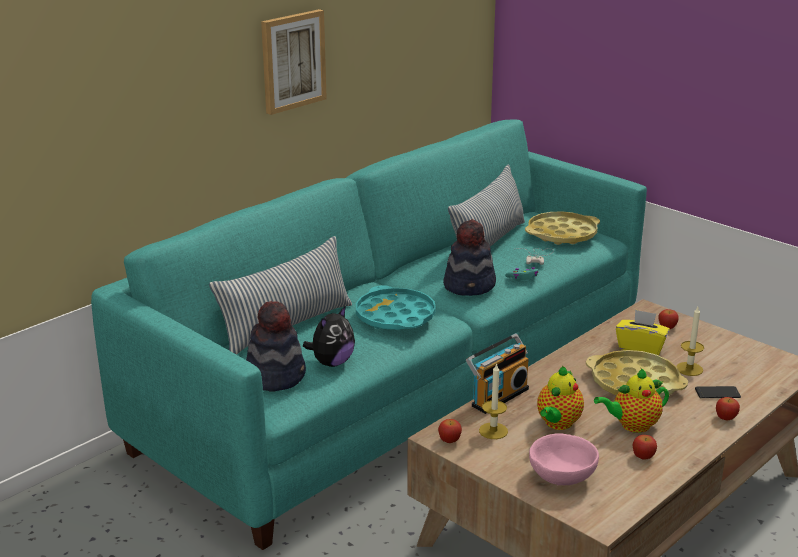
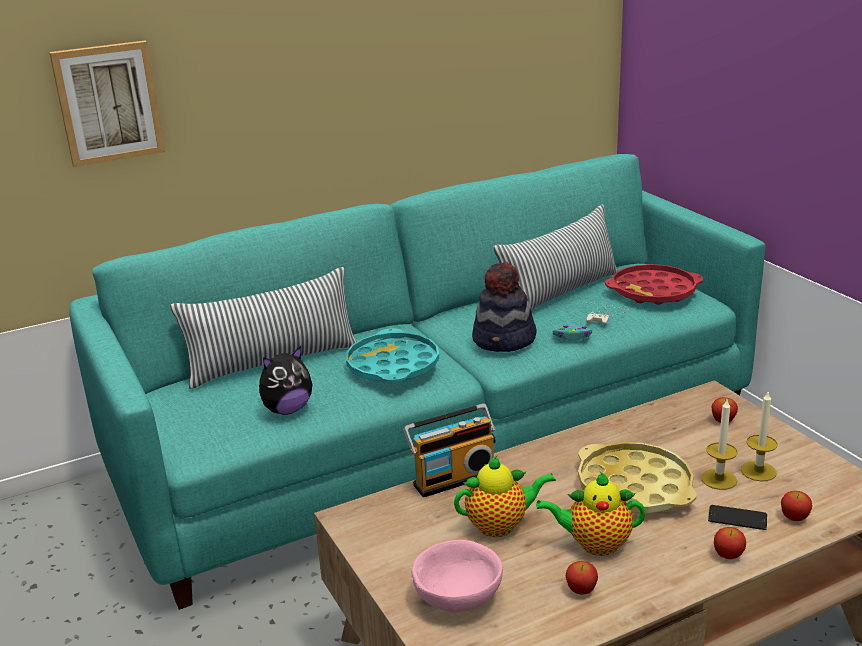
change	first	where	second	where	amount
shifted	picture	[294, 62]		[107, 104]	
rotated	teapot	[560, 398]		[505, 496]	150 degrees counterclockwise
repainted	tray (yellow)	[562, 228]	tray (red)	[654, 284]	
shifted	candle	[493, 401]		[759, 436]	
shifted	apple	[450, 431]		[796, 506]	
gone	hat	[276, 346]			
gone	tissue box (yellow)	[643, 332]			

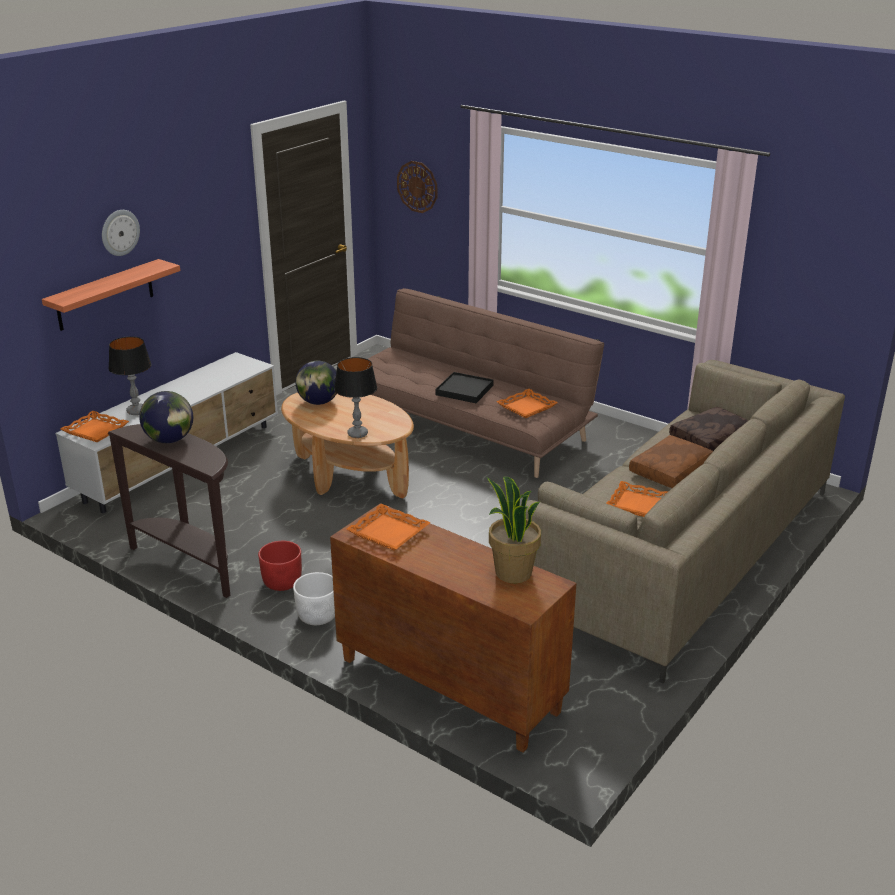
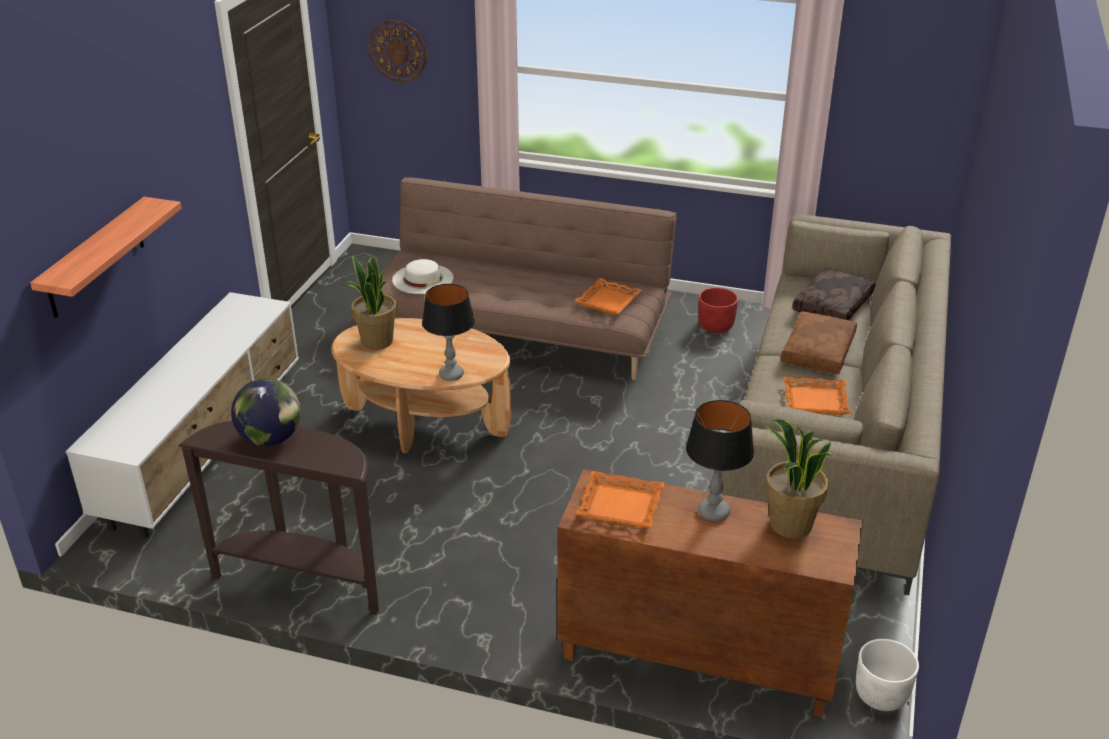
change	first	where	second	where	amount
swapped	globe	[316, 383]	potted plant	[369, 302]	
new			hat (white)	[422, 276]	
shifted	table lamp	[130, 375]		[720, 460]	
shifted	planter (red)	[280, 566]		[718, 310]	
shifted	planter (white)	[314, 598]		[887, 675]	
gone	tray (orange)	[95, 426]			
gone	wall clock	[121, 233]			
gone	tray (black)	[464, 387]			

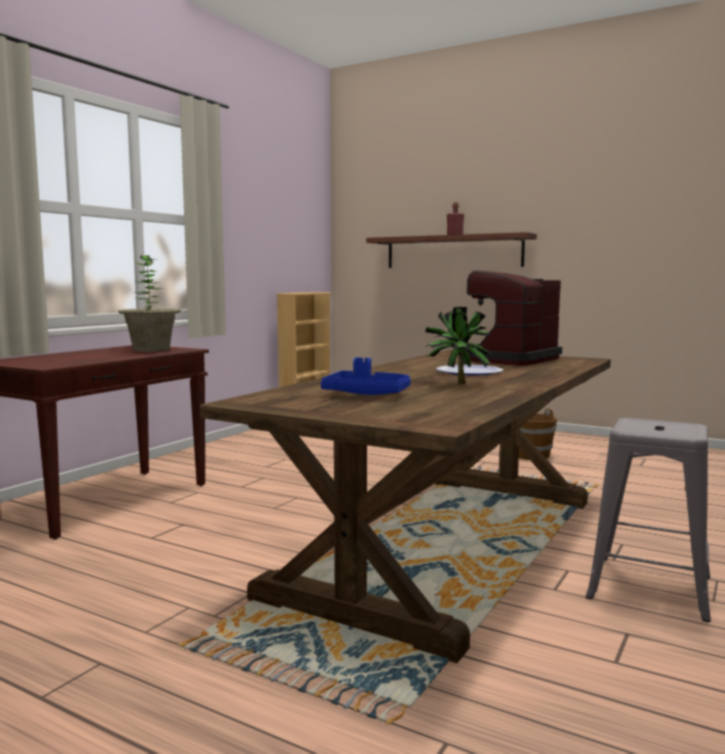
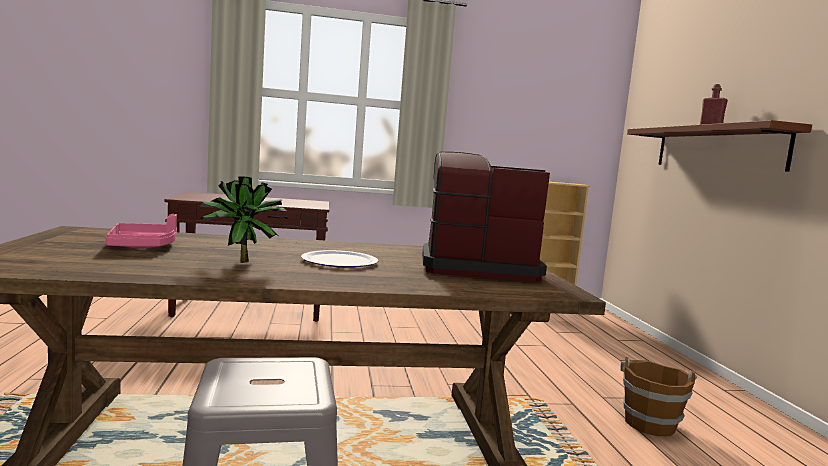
change	first	where	second	where	amount
repainted	tray (blue)	[366, 376]	tray (pink)	[141, 231]	
gone	potted plant	[149, 303]			

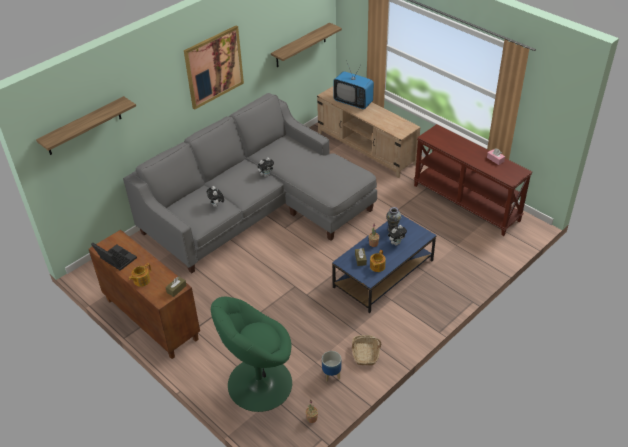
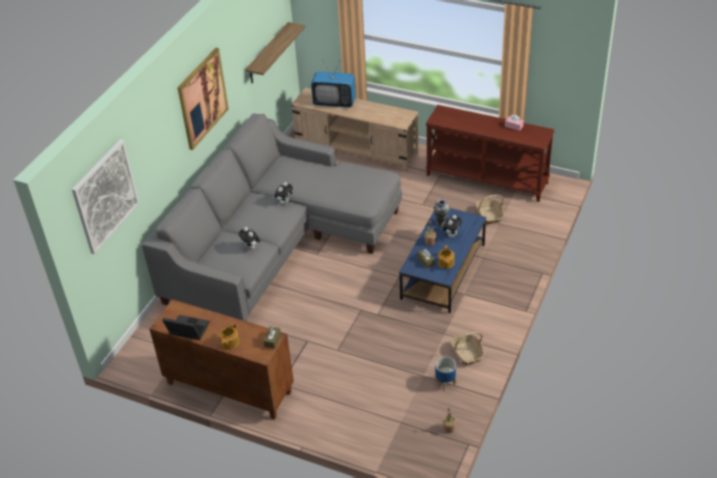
change	first	where	second	where	amount
swapped	shelf	[86, 125]	picture	[105, 196]	
new			basket	[489, 209]	
gone	armchair (green)	[251, 354]			

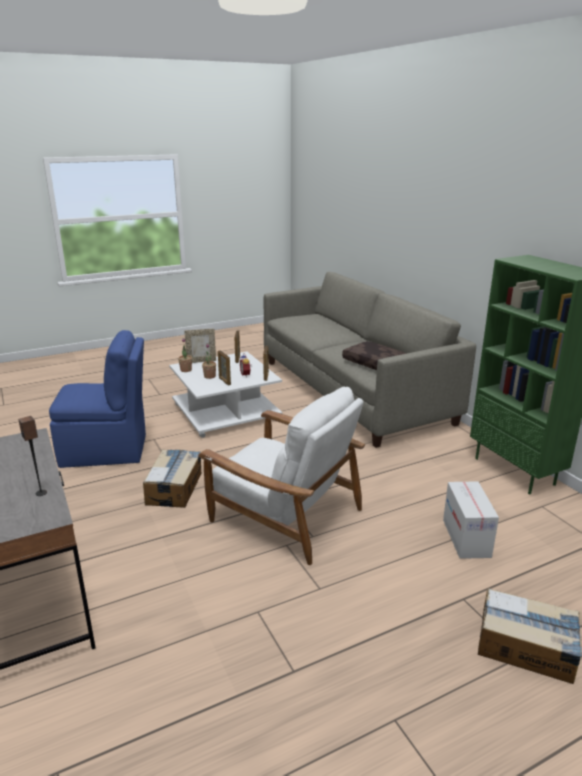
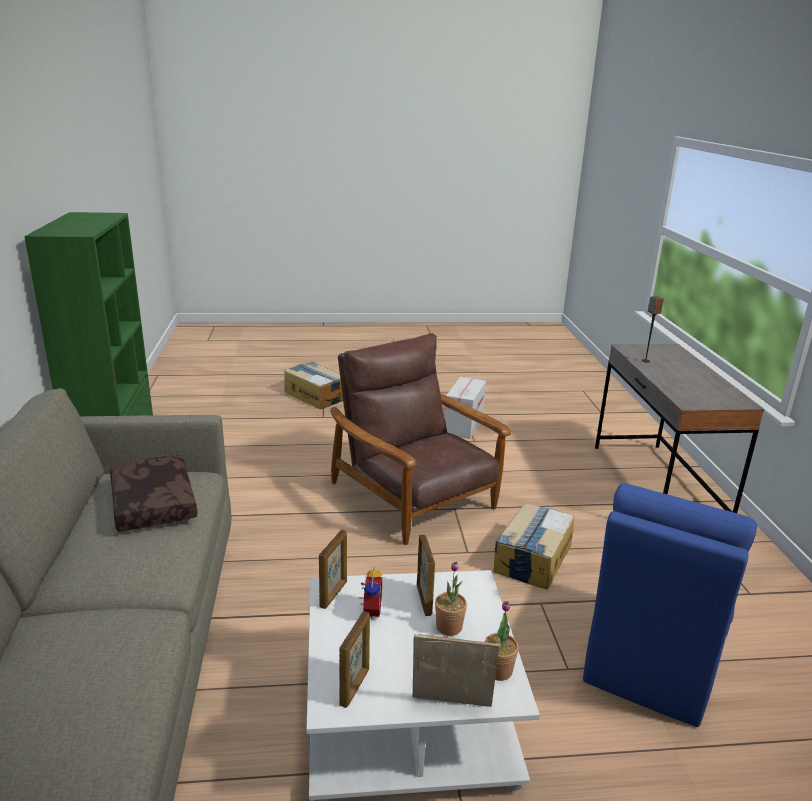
change	first	where	second	where	amount
repainted	armchair (white)	[281, 476]	armchair (brown)	[420, 439]	
shifted	cardboard box	[471, 520]		[465, 408]	
rotated	chair (blue)	[97, 399]		[670, 605]	75 degrees counterclockwise

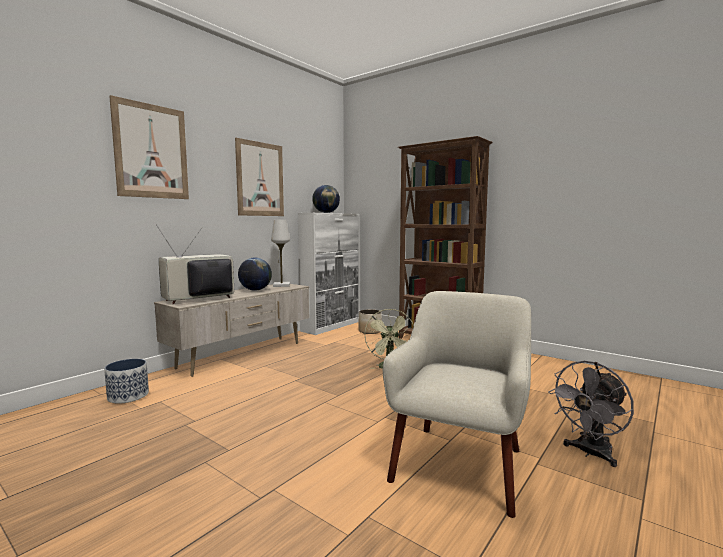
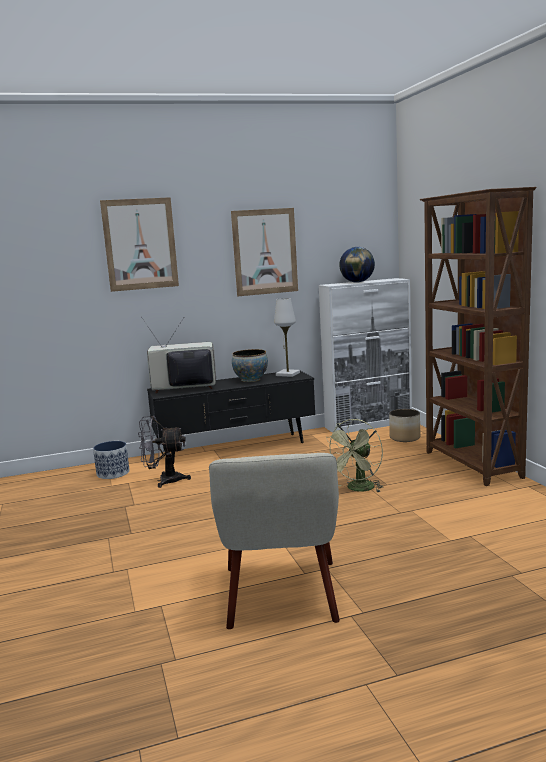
change	first	where	second	where	amount
shifted	fan (grey)	[591, 414]		[164, 452]	
repainted	tv stand (beige)	[231, 330]	tv stand (black)	[231, 417]	
rotated	armchair (beige)	[457, 404]		[274, 541]	120 degrees clockwise
swapped	globe	[255, 274]	bowl	[250, 365]	

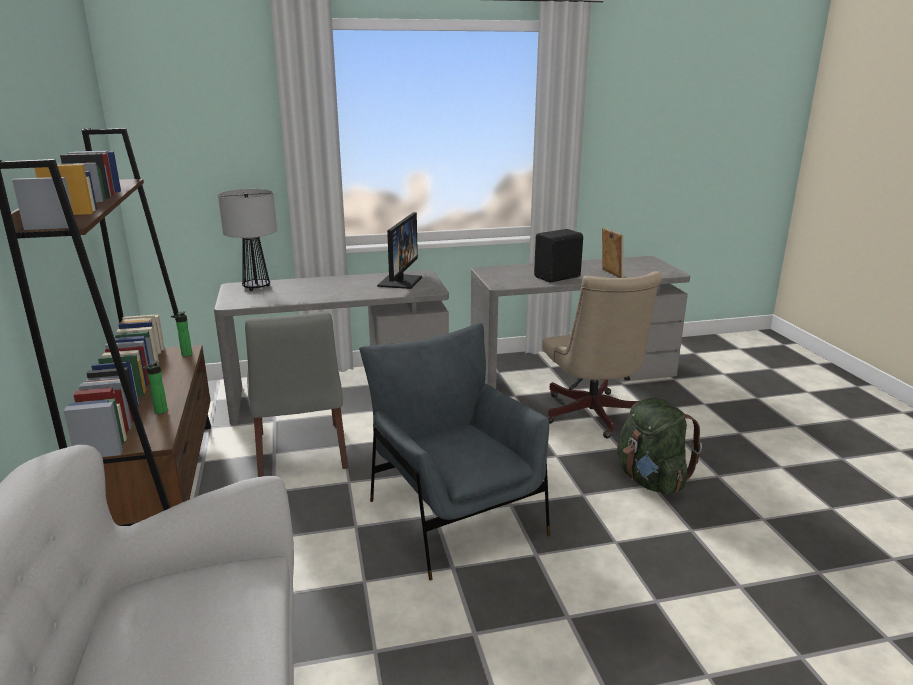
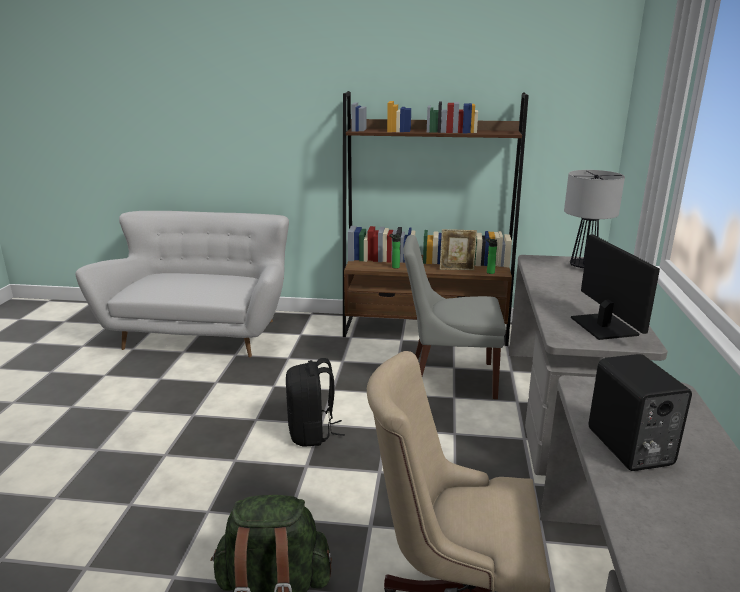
change	first	where	second	where	amount
swapped	armchair (grey)	[454, 451]	backpack (black)	[315, 402]	
shifted	picture frame	[612, 253]		[458, 249]	
rotated	monitor	[399, 250]		[615, 287]	135 degrees counterclockwise

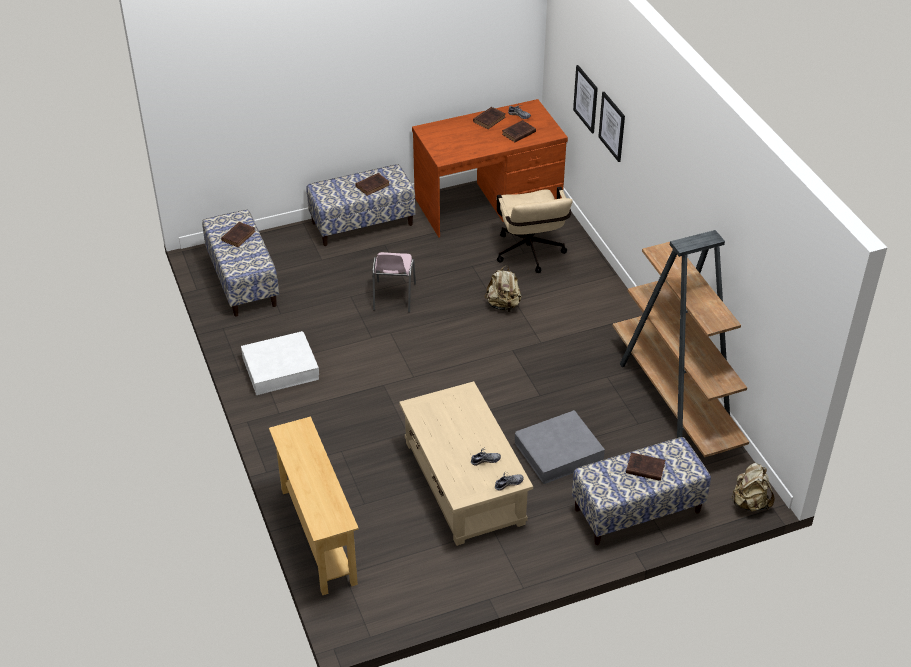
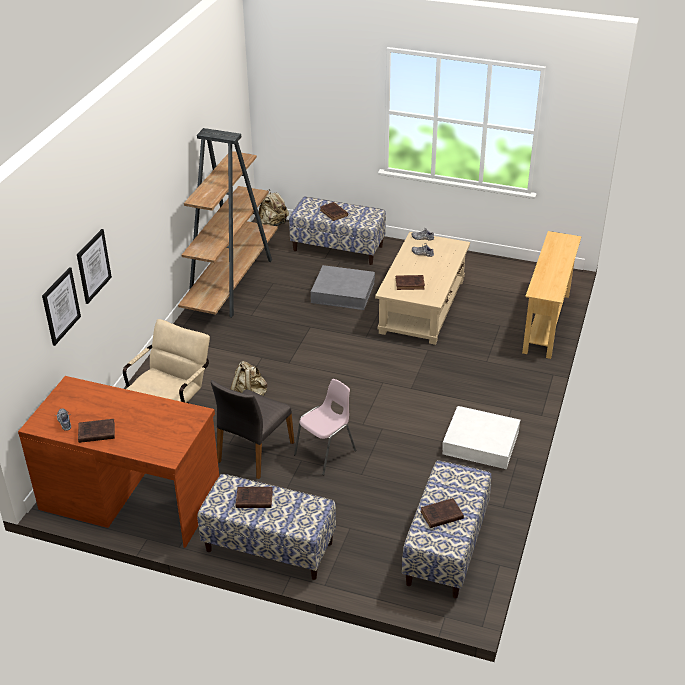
change	first	where	second	where	amount
new			chair (grey)	[252, 429]	
shifted	book (brown)	[519, 131]		[410, 282]	

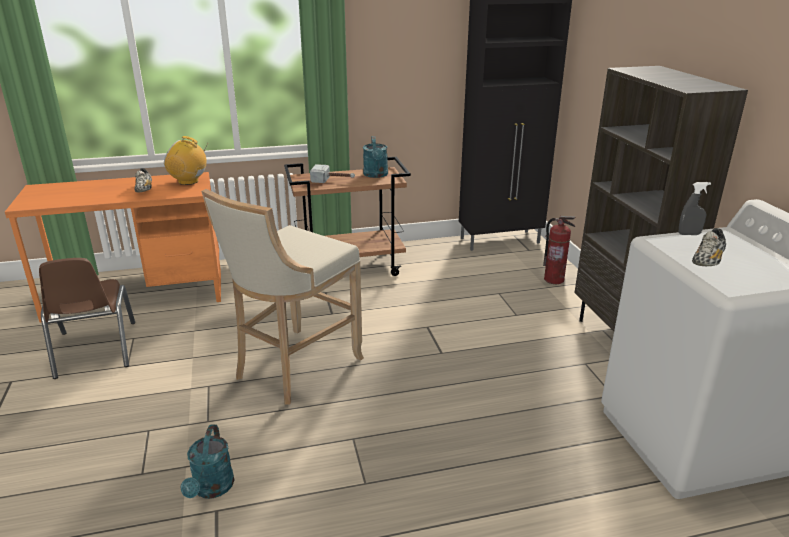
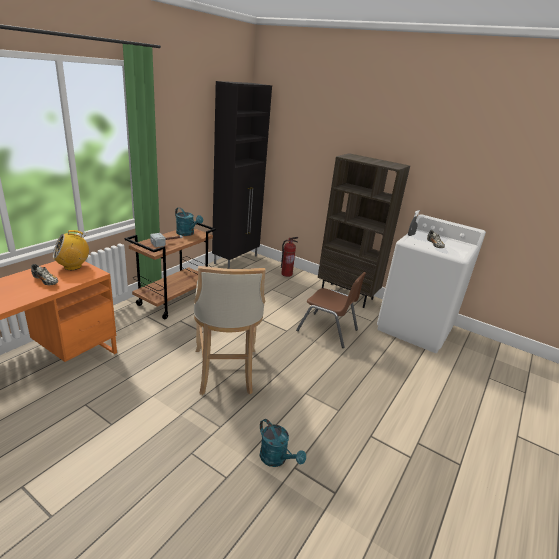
change	first	where	second	where	amount
shifted	chair (brown)	[87, 318]		[331, 310]	

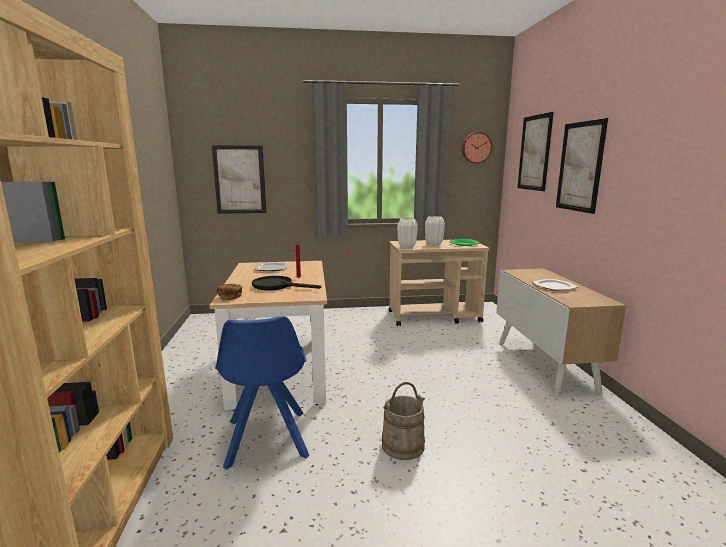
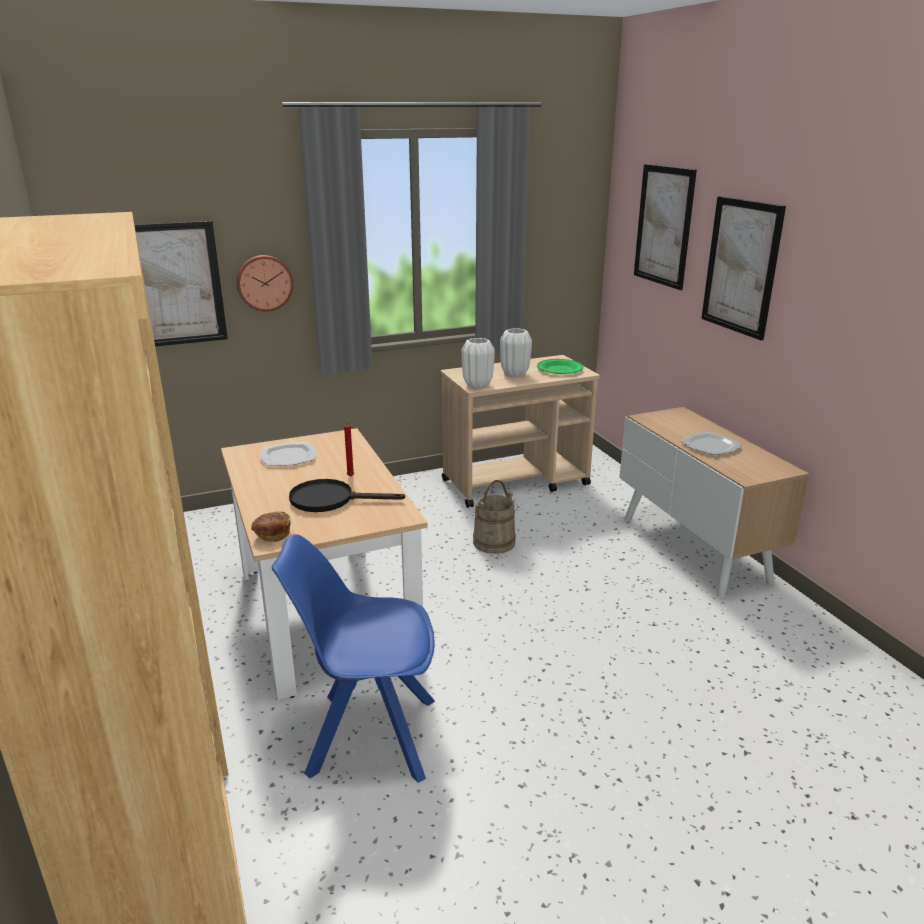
change	first	where	second	where	amount
shifted	wall clock	[477, 148]		[264, 283]	
rotated	chair (blue)	[262, 393]		[353, 658]	120 degrees clockwise
shifted	bucket (beige)	[403, 421]		[494, 517]	

